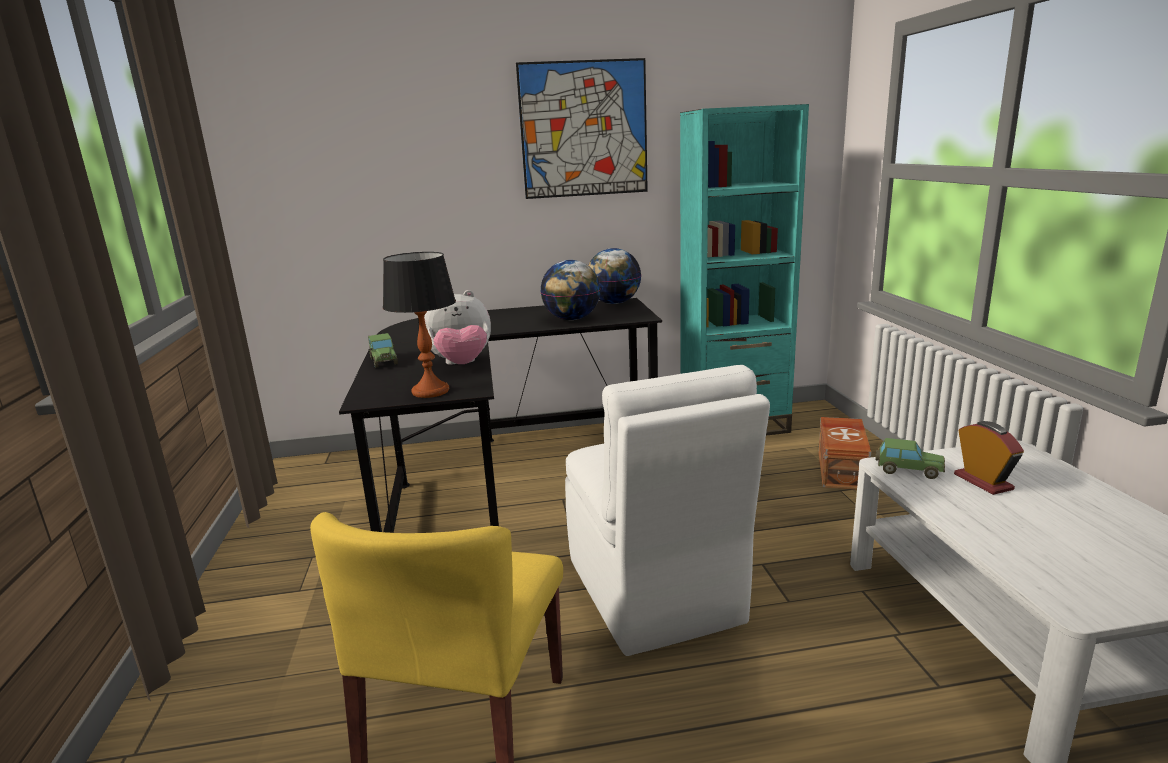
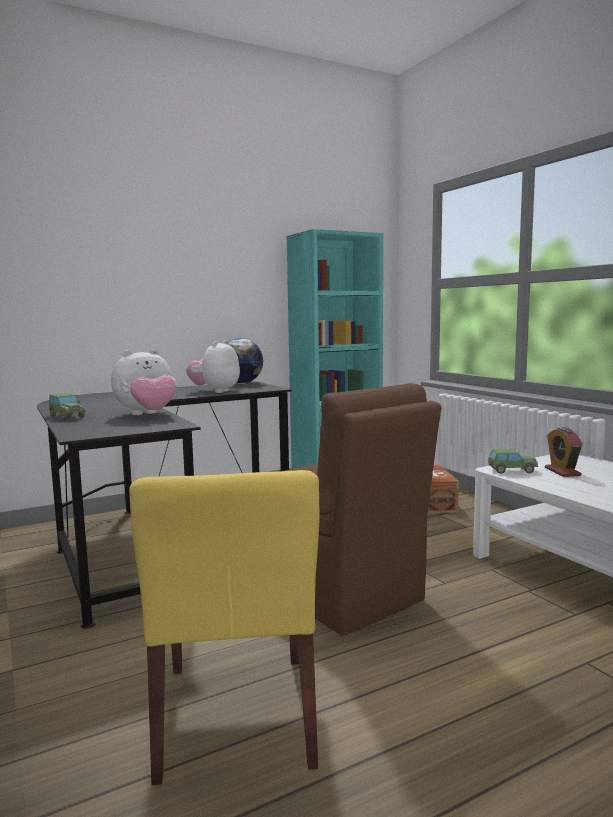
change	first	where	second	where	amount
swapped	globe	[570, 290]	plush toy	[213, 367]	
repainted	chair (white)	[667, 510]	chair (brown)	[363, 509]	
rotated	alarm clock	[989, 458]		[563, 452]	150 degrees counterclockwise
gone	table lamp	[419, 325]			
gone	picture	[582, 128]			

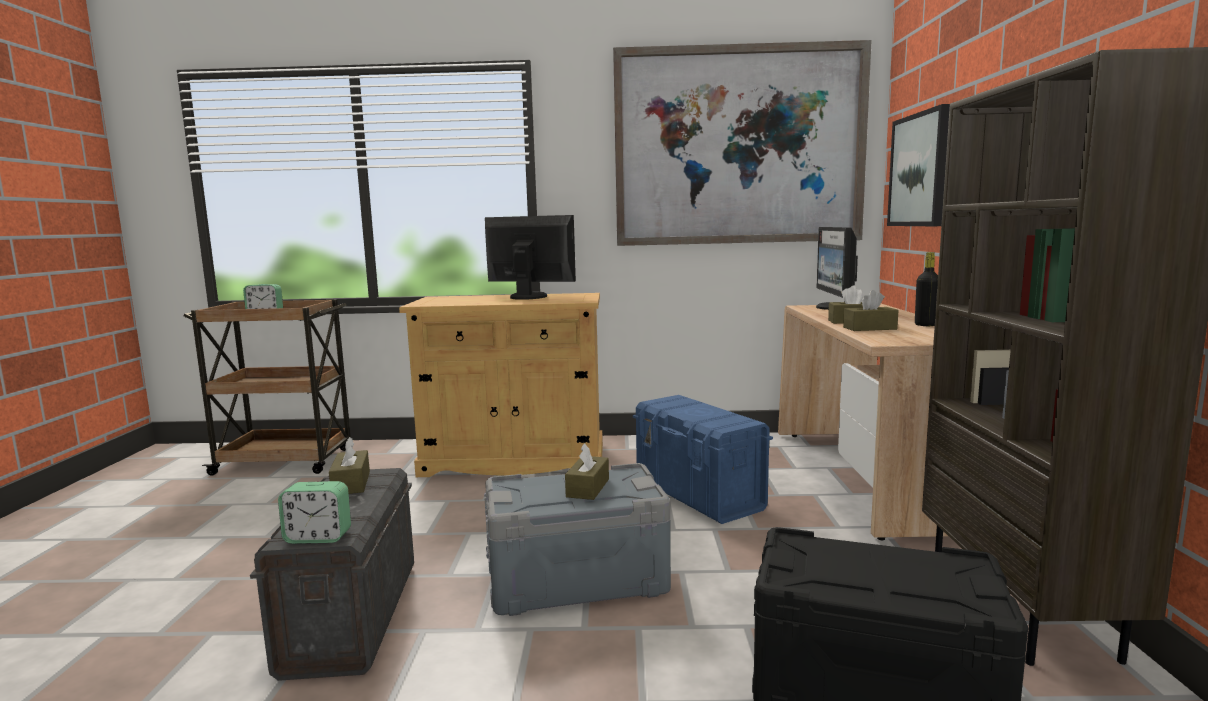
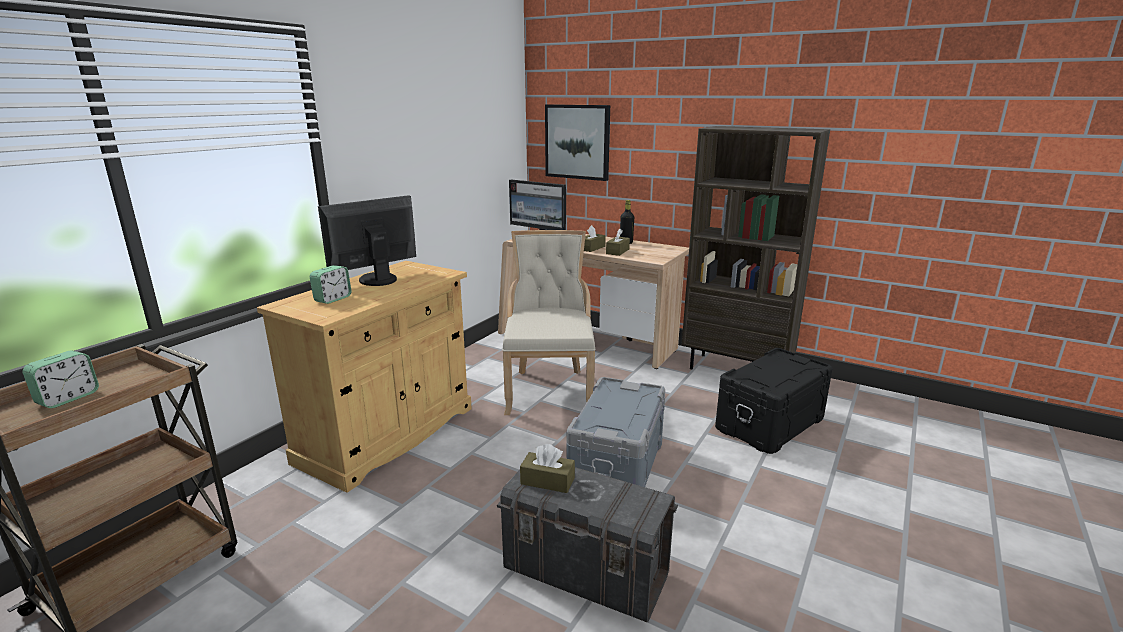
change	first	where	second	where	amount
shifted	alarm clock	[314, 512]		[330, 284]	
swapped	storage box (blue)	[703, 459]	chair (beige)	[548, 322]	
gone	tissue box (brown)	[587, 471]			
gone	picture	[742, 143]			

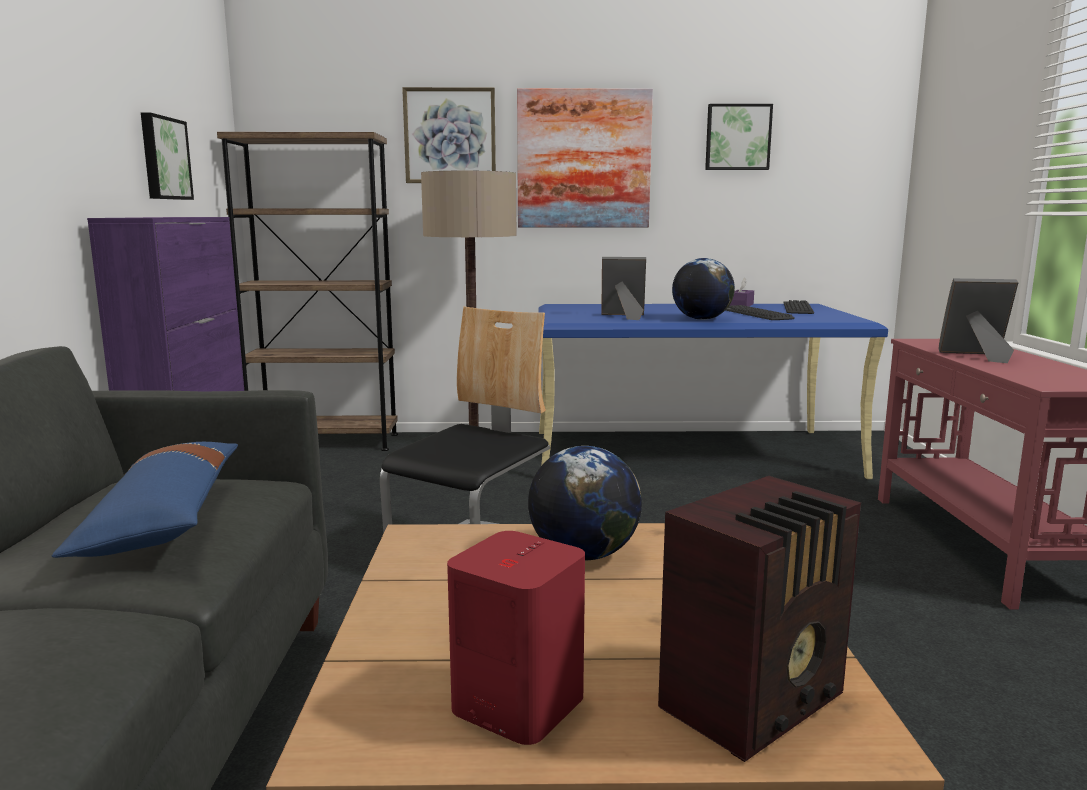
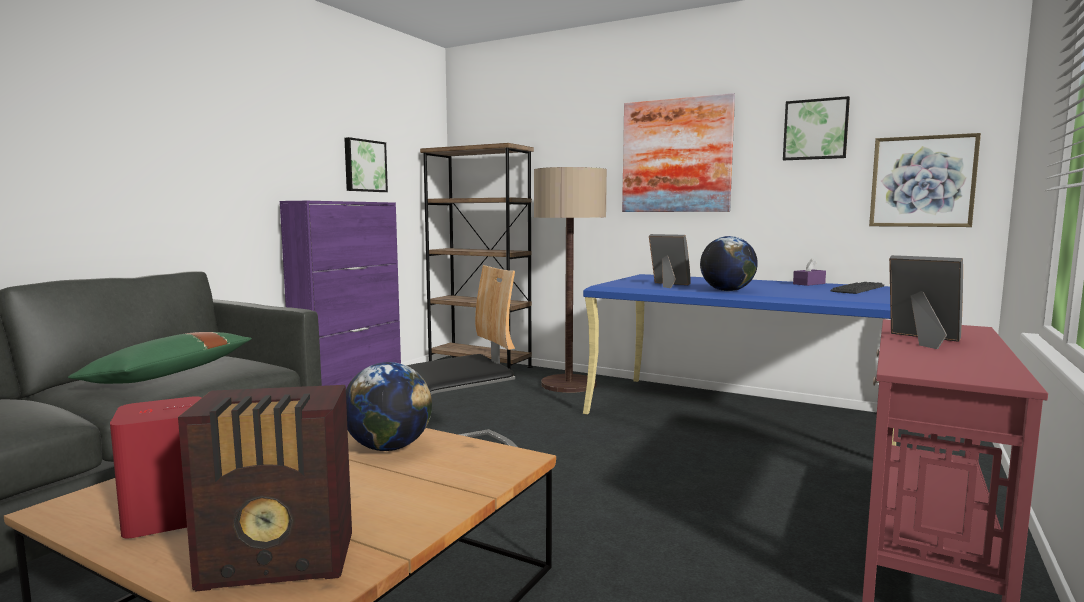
change	first	where	second	where	amount
repainted	pillow (blue)	[145, 500]	pillow (green)	[160, 358]	
shifted	picture	[449, 135]		[925, 180]	
gone	keyboard	[760, 312]			

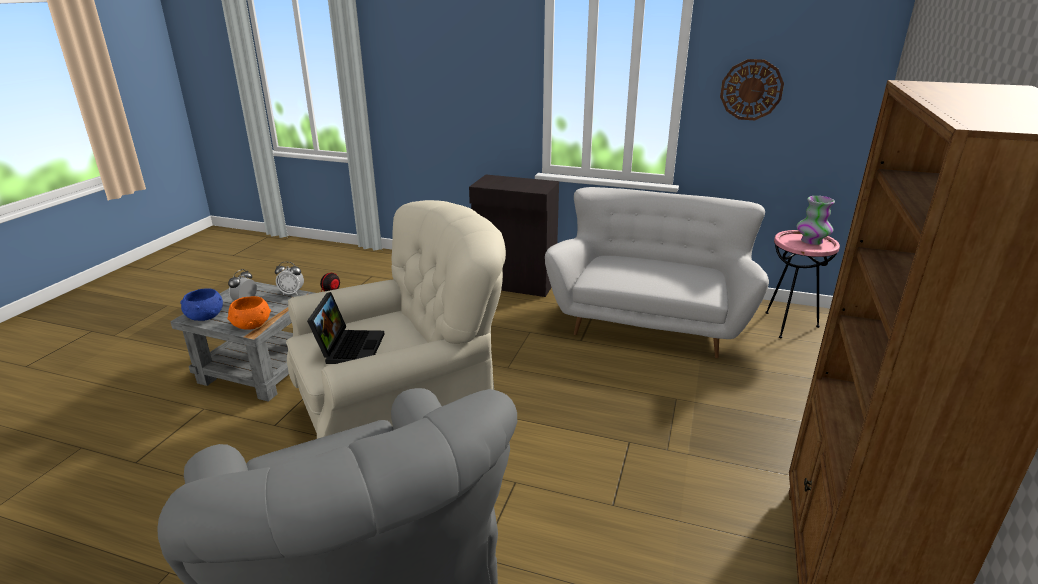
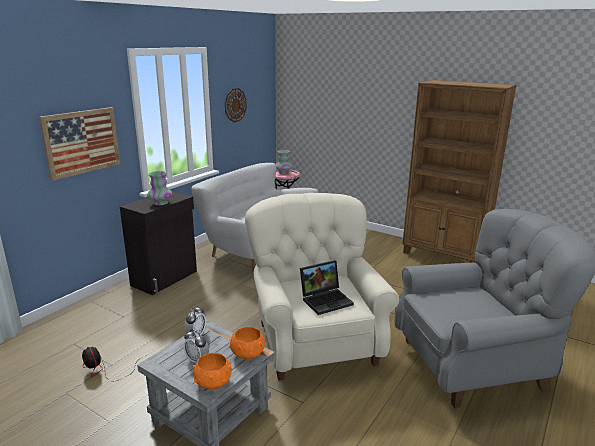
change	first	where	second	where	amount
new			picture	[79, 144]	
new			vase	[159, 188]	
repainted	bowl (blue)	[201, 304]	bowl (orange)	[212, 371]	
rotated	laptop	[345, 328]		[327, 287]	135 degrees clockwise

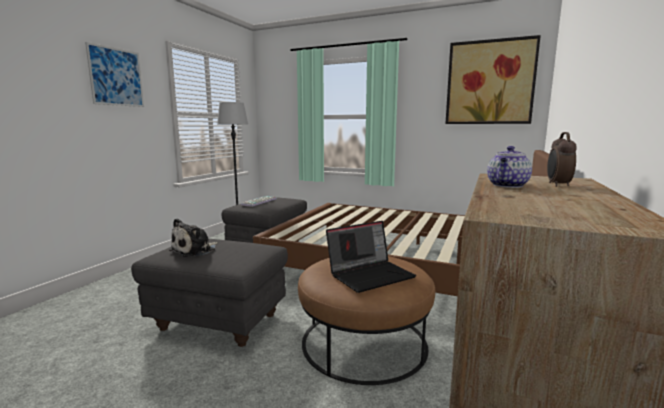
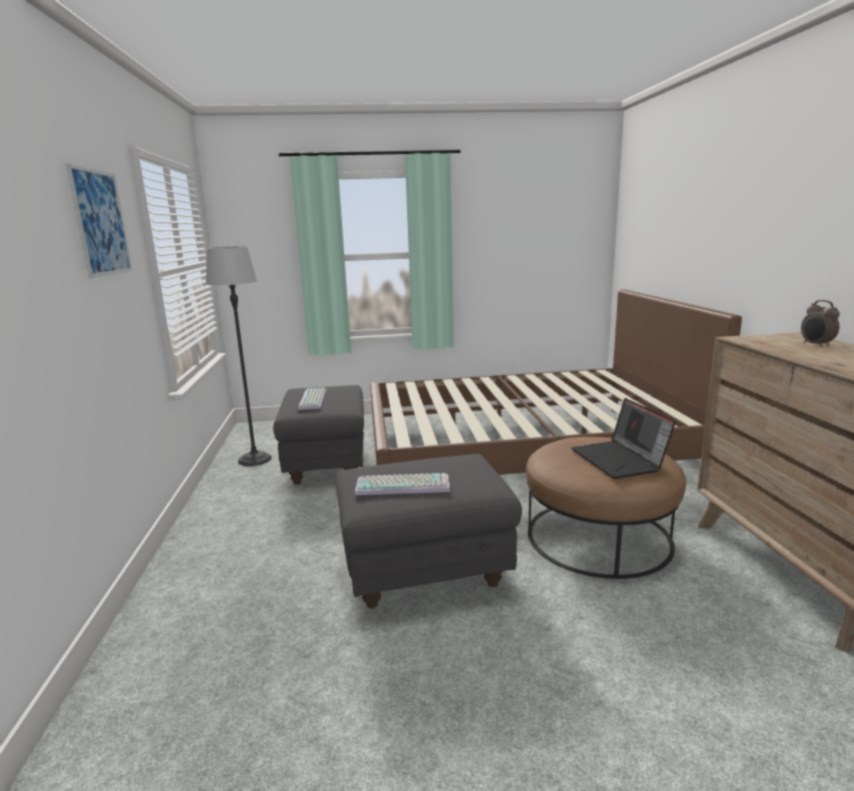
change	first	where	second	where	amount
swapped	plush toy	[193, 237]	keyboard	[402, 484]	
rotated	laptop	[371, 257]		[623, 438]	135 degrees clockwise
gone	picture	[493, 79]			
gone	teapot	[509, 167]			

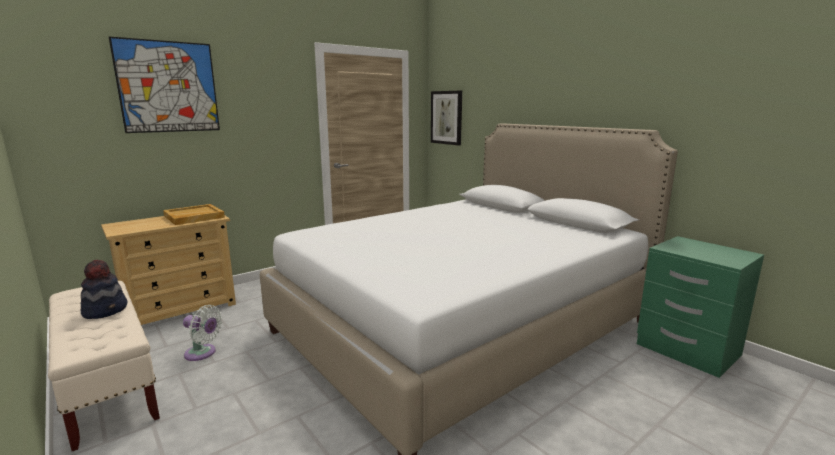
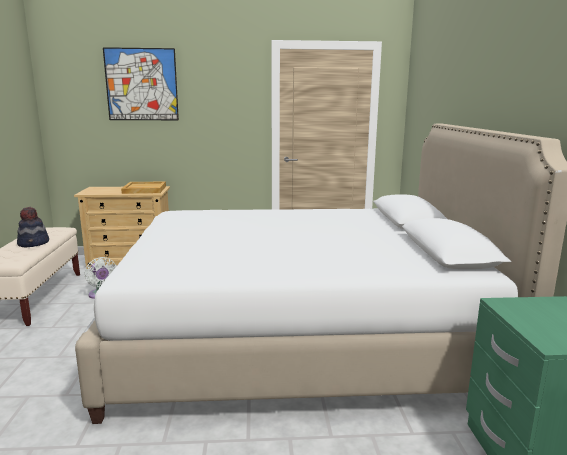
change	first	where	second	where	amount
gone	picture	[446, 118]			

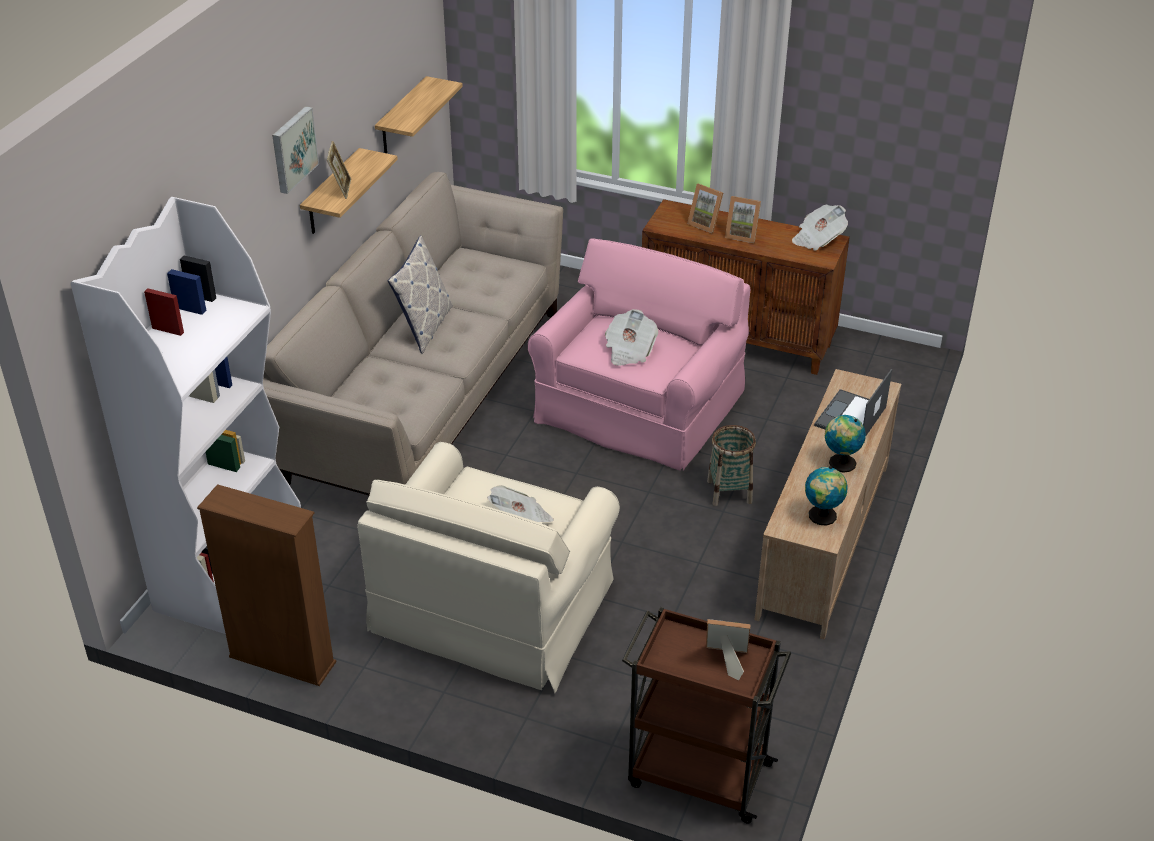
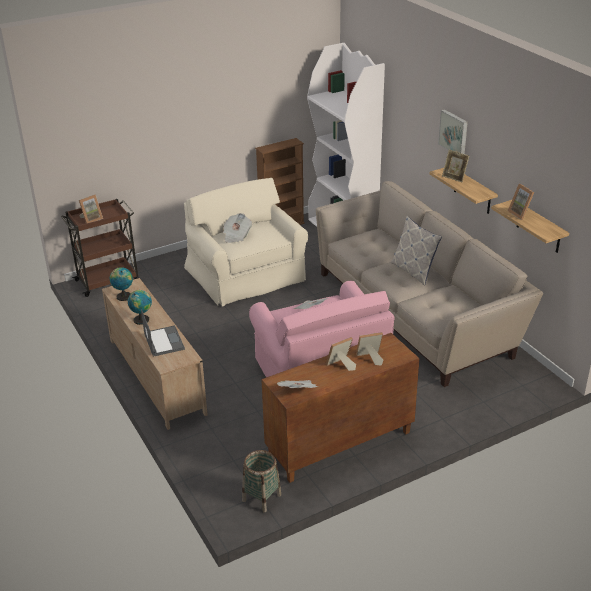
change	first	where	second	where	amount
shifted	basket	[731, 465]		[261, 481]	
new			picture frame	[521, 202]	

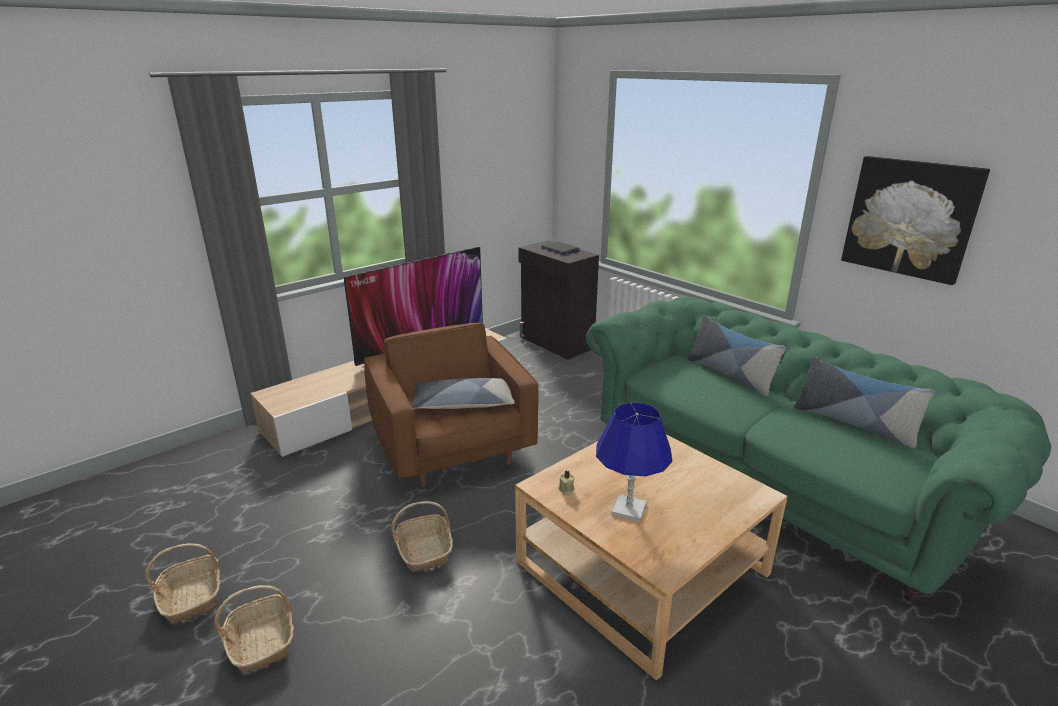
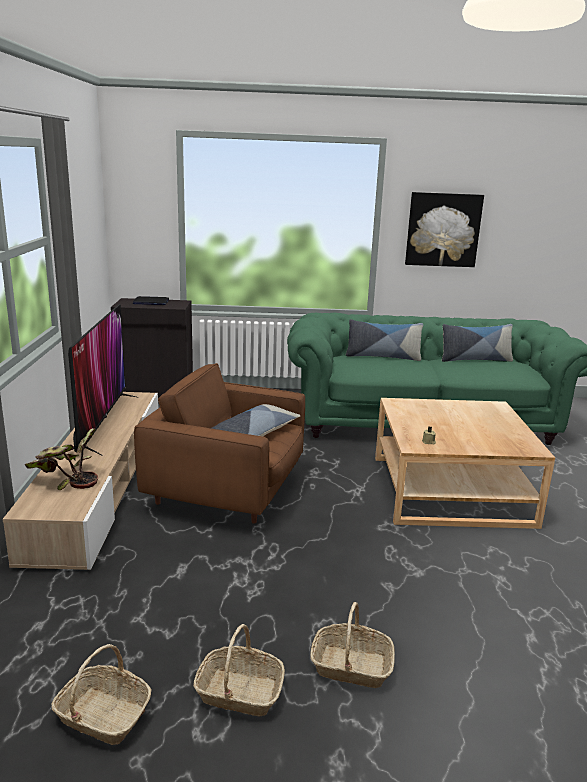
change	first	where	second	where	amount
new			potted plant	[61, 459]	
shifted	basket	[422, 536]		[102, 694]	
gone	table lamp (blue)	[634, 462]			

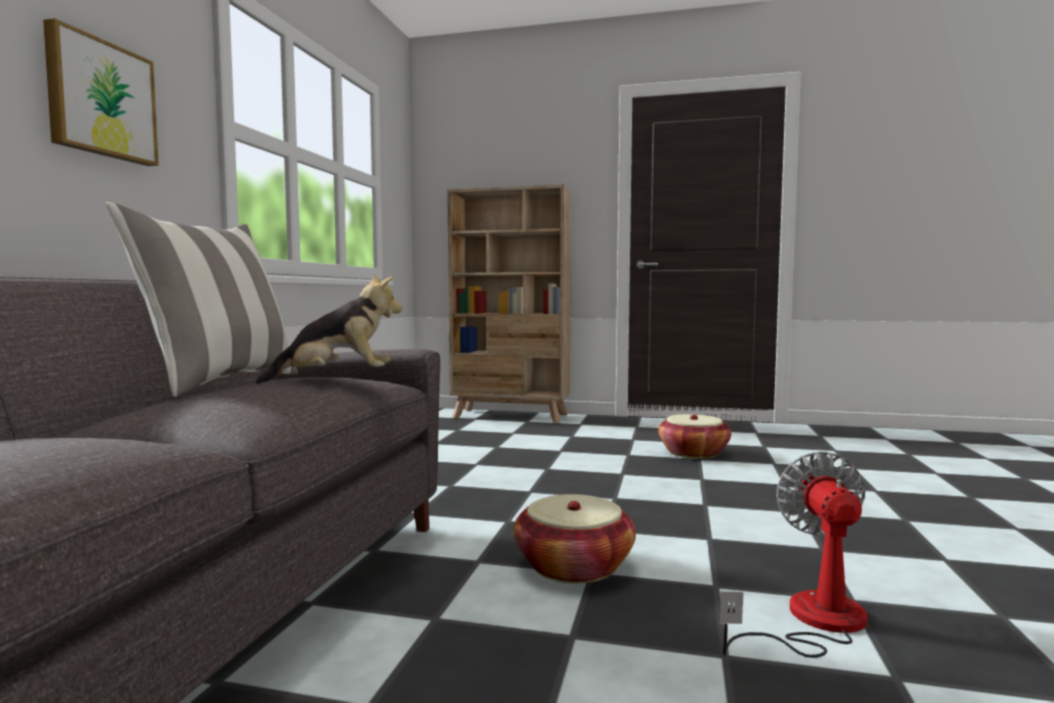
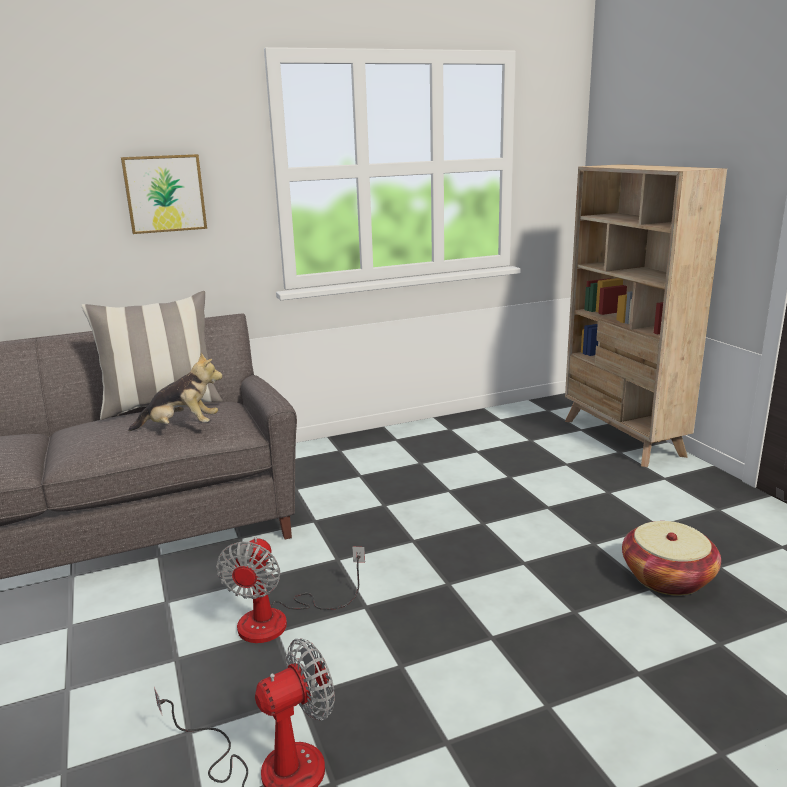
change	first	where	second	where	amount
rotated	plush toy	[329, 329]		[175, 391]	45 degrees counterclockwise
swapped	basket	[575, 539]	fan	[290, 590]	

